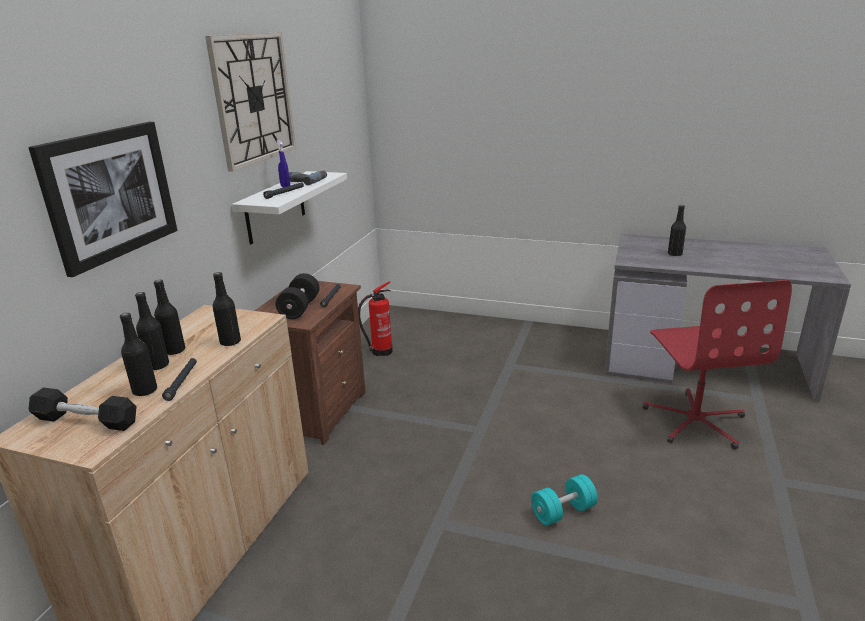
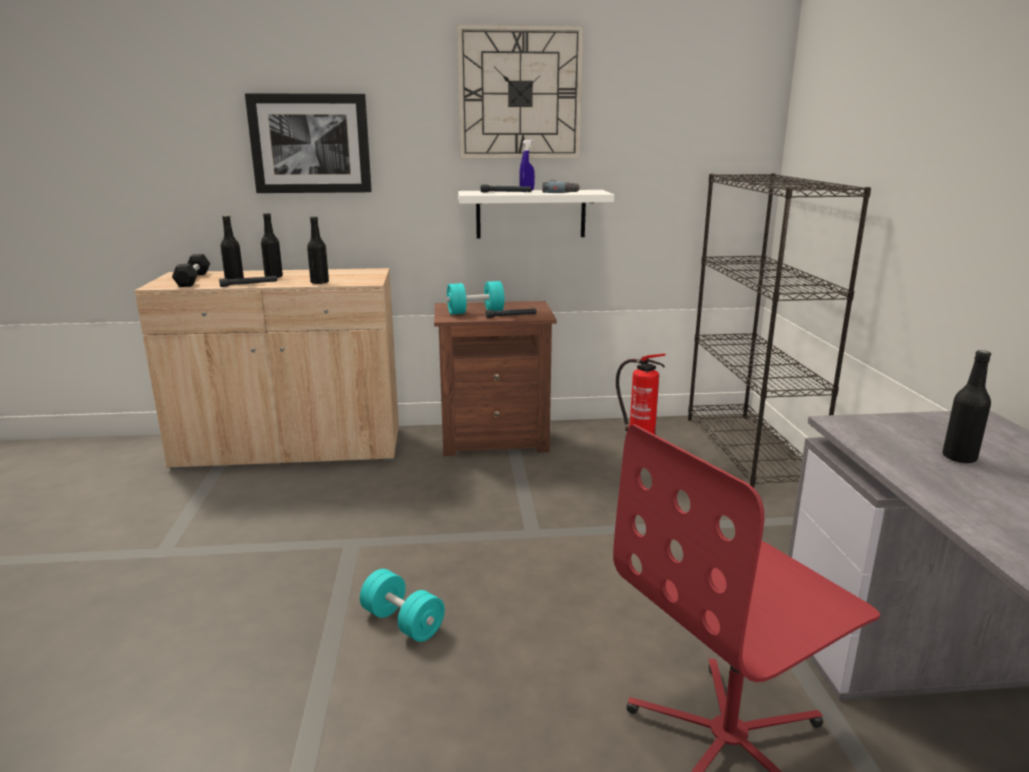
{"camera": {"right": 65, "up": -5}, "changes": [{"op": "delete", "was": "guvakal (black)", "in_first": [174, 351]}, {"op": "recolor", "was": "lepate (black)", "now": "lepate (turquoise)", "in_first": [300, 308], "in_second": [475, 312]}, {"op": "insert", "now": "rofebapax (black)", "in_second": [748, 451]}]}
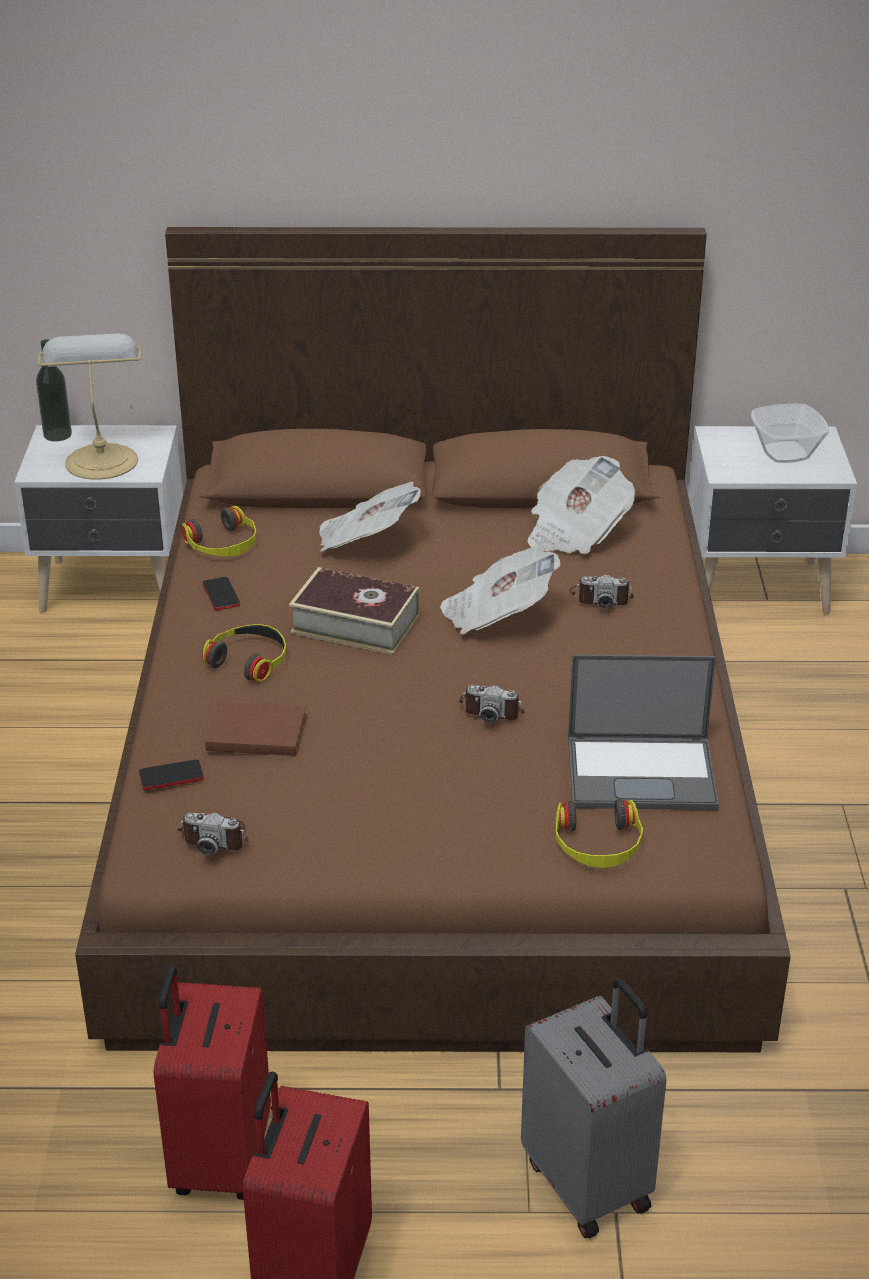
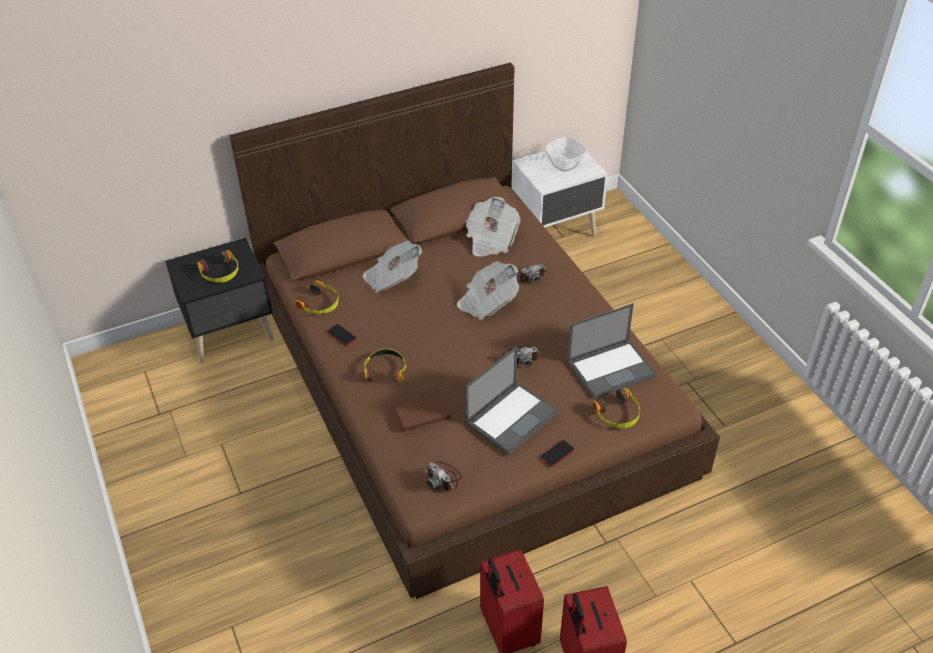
{"camera": {"right": -25, "up": 10}, "changes": [{"op": "recolor", "was": "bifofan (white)", "now": "bifofan (black)", "in_first": [114, 588], "in_second": [232, 335]}, {"op": "delete", "was": "guvakal", "in_first": [57, 435]}, {"op": "replace", "was": "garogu", "now": "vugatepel", "in_first": [101, 459], "in_second": [220, 273]}, {"op": "move", "was": "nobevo", "in_first": [171, 776], "in_second": [557, 454]}, {"op": "rotate", "was": "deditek", "in_first": [215, 836], "in_second": [444, 477], "clockwise": 60}, {"op": "delete", "was": "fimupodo", "in_first": [355, 624]}, {"op": "delete", "was": "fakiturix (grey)", "in_first": [590, 1183]}, {"op": "insert", "now": "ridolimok", "in_second": [512, 417]}]}
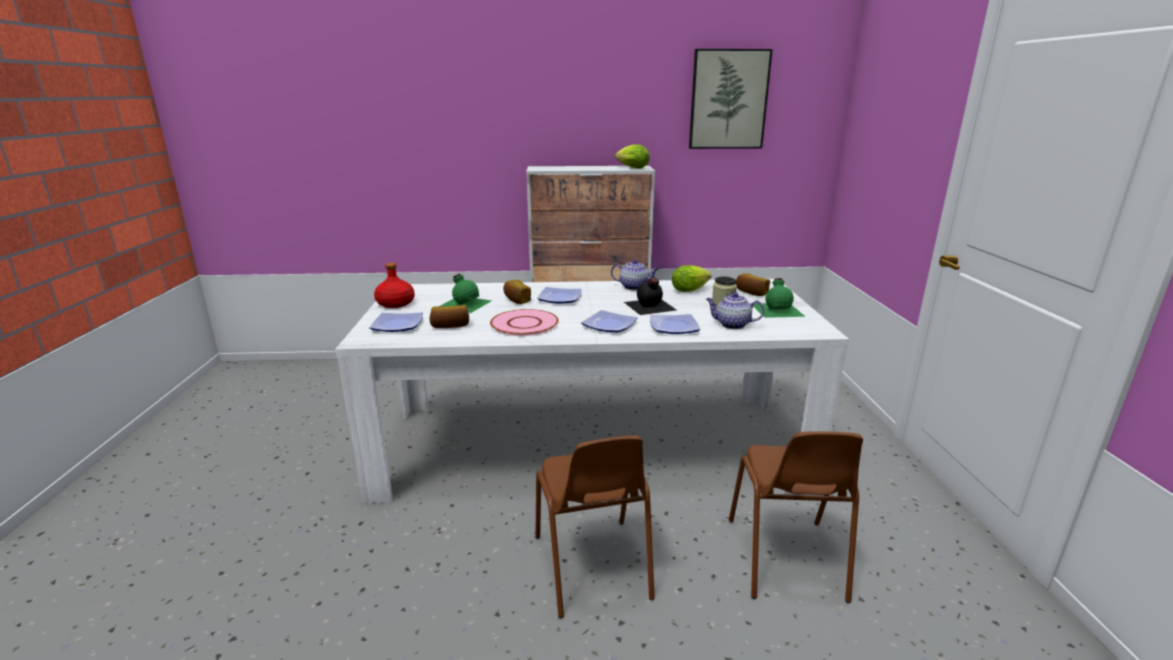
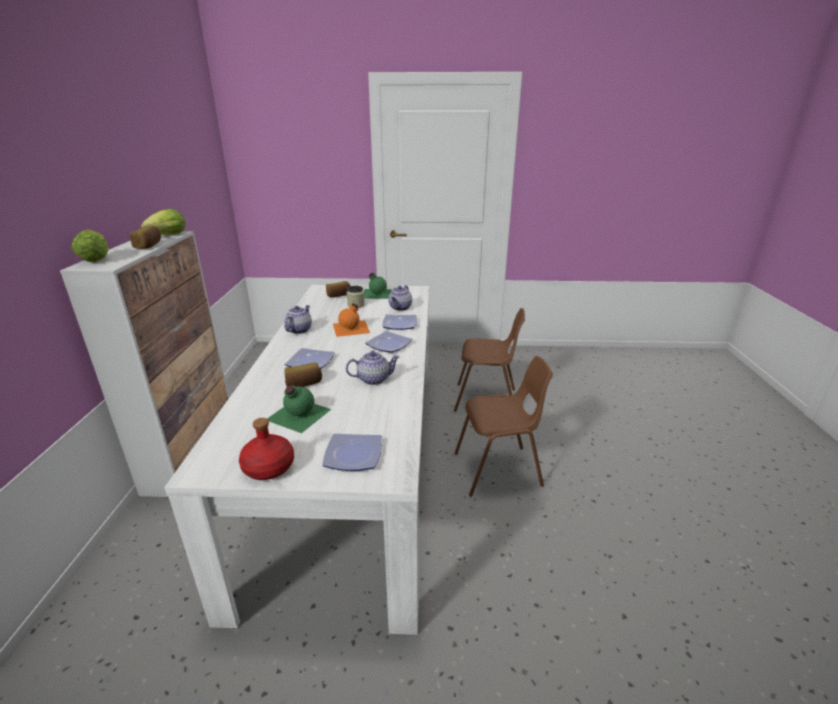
{"camera": {"right": -85, "up": 5}, "changes": [{"op": "move", "was": "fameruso", "in_first": [450, 326], "in_second": [149, 245]}, {"op": "replace", "was": "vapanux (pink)", "now": "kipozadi", "in_first": [524, 323], "in_second": [374, 379]}, {"op": "recolor", "was": "guvakal (black)", "now": "guvakal (orange)", "in_first": [649, 306], "in_second": [351, 328]}, {"op": "move", "was": "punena", "in_first": [691, 290], "in_second": [96, 259]}, {"op": "delete", "was": "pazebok", "in_first": [728, 100]}]}
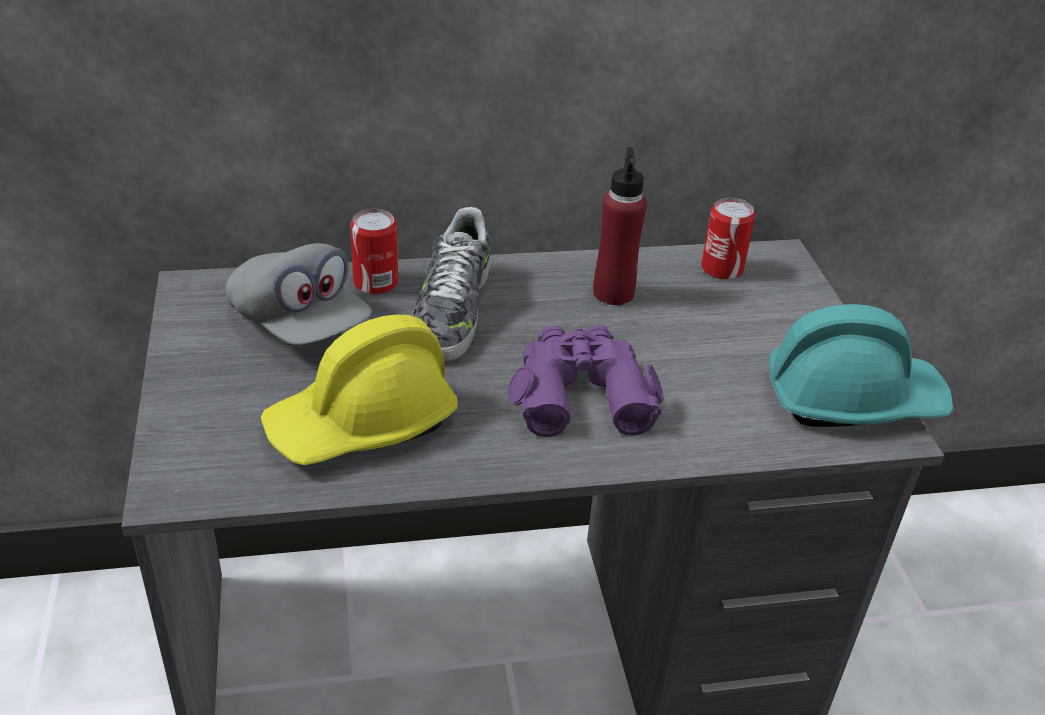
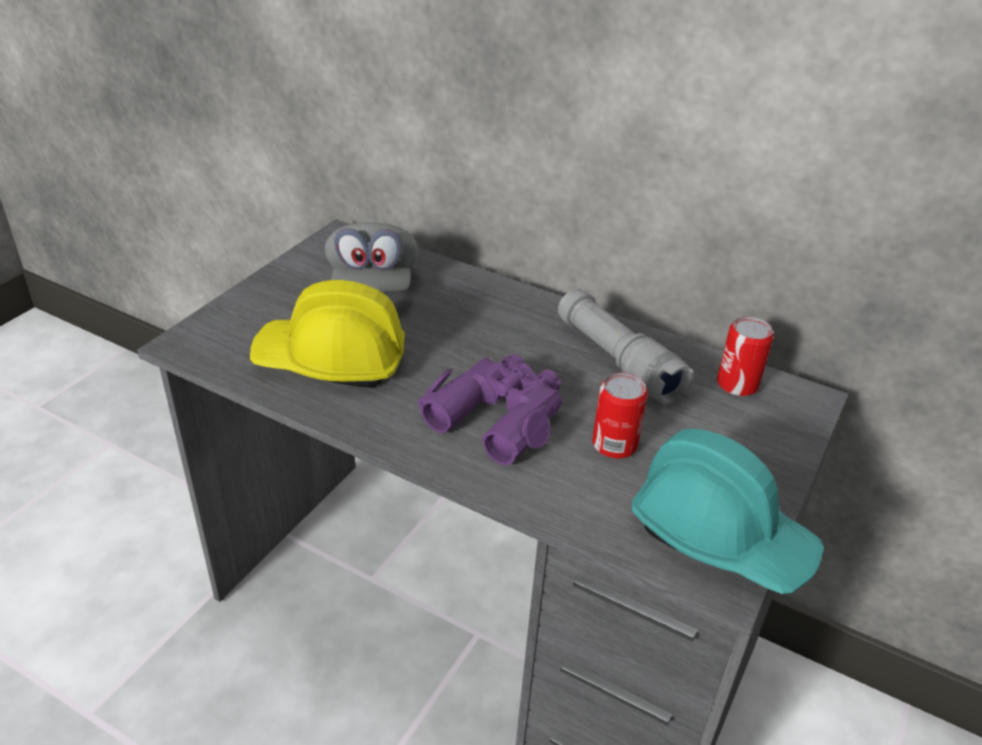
{"camera": {"right": 40, "up": 0}, "changes": [{"op": "move", "was": "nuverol", "in_first": [375, 283], "in_second": [614, 444]}, {"op": "delete", "was": "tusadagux", "in_first": [451, 310]}, {"op": "replace", "was": "guvakal (red)", "now": "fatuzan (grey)", "in_first": [613, 293], "in_second": [617, 361]}]}
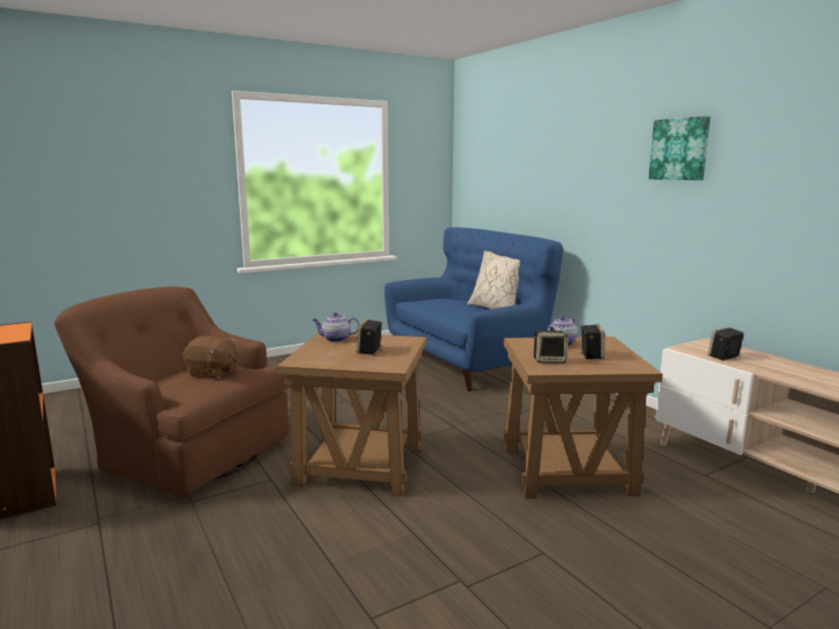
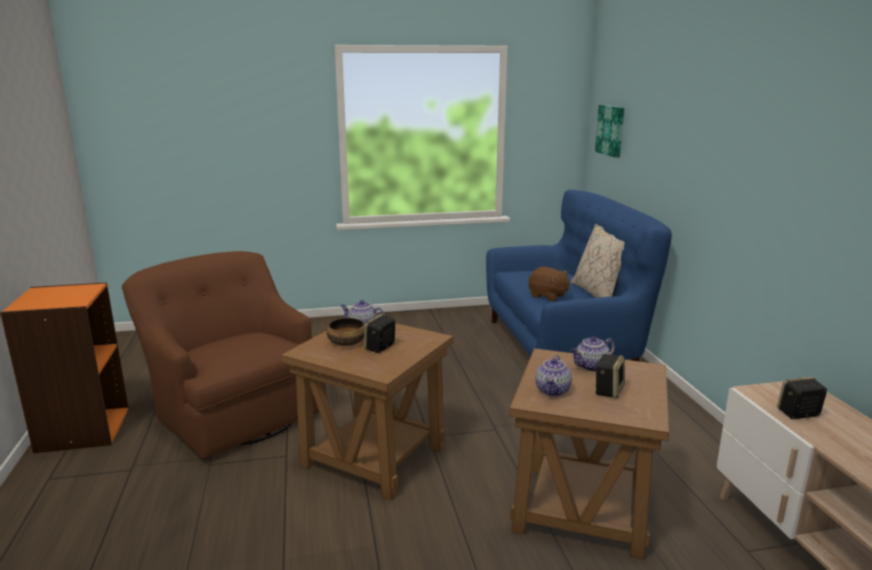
{"camera": {"right": 20, "up": 5}, "changes": [{"op": "move", "was": "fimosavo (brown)", "in_first": [212, 373], "in_second": [548, 296]}, {"op": "replace", "was": "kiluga", "now": "kipozadi", "in_first": [550, 361], "in_second": [553, 391]}, {"op": "move", "was": "pazebok", "in_first": [680, 149], "in_second": [611, 130]}, {"op": "insert", "now": "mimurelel", "in_second": [346, 342]}]}
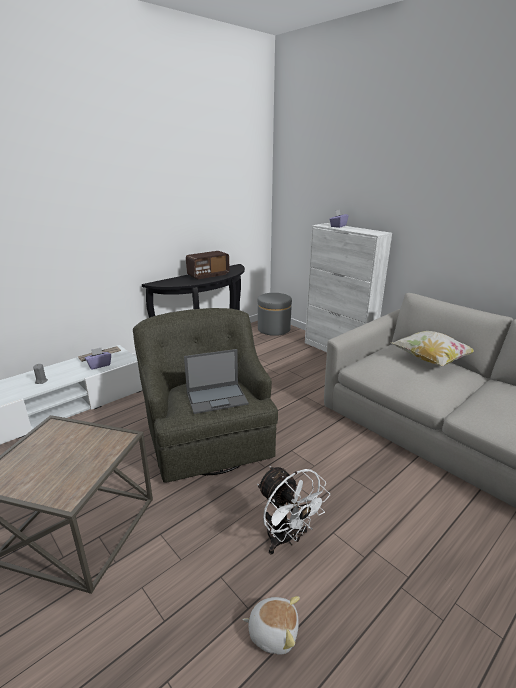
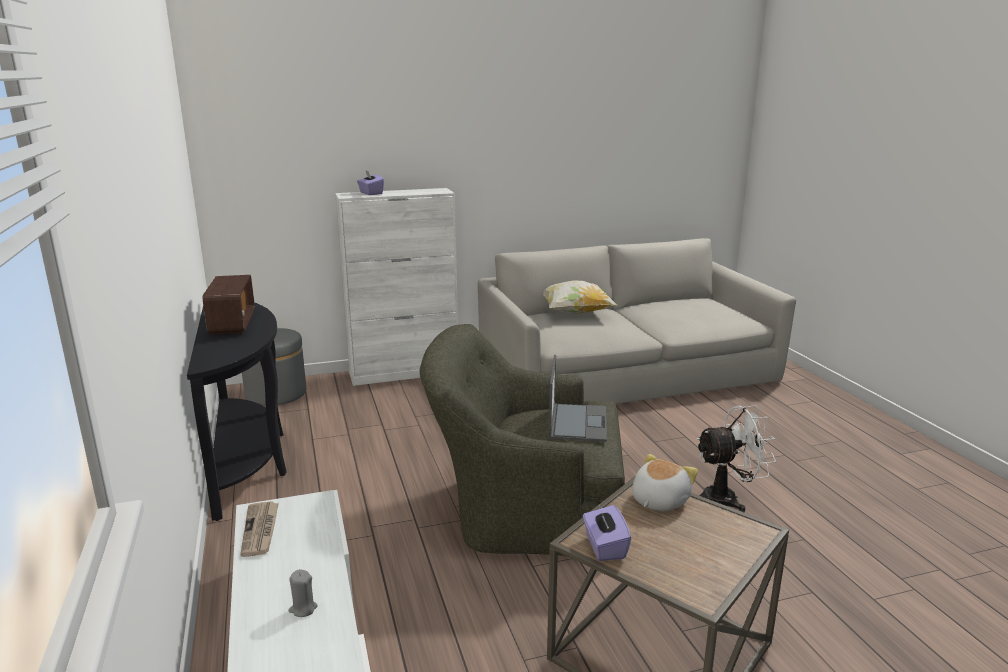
{"camera": {"right": -65, "up": -5}, "changes": [{"op": "move", "was": "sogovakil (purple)", "in_first": [99, 365], "in_second": [604, 547]}, {"op": "move", "was": "fimosavo", "in_first": [273, 631], "in_second": [658, 500]}]}
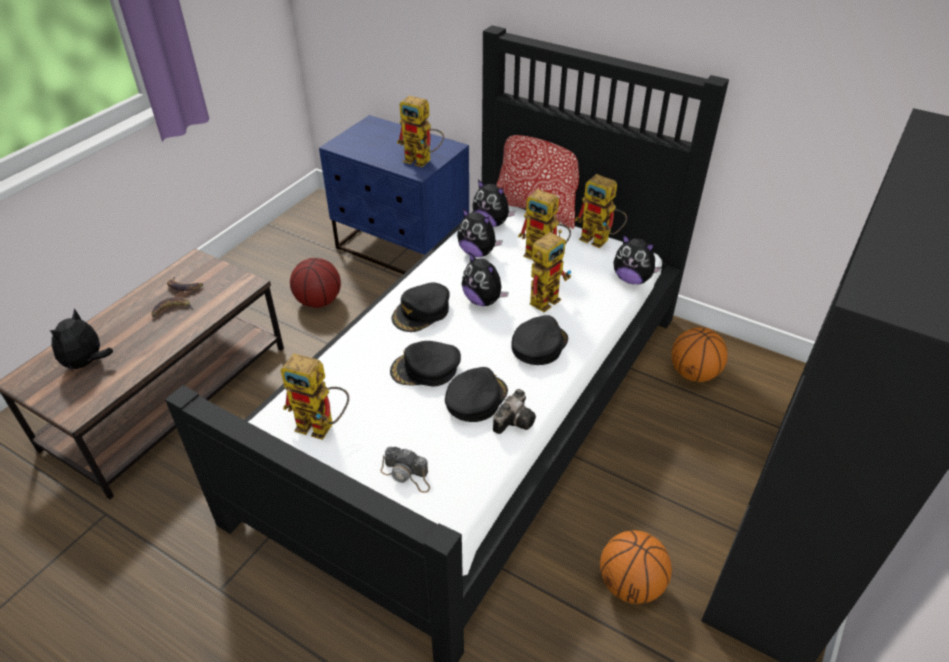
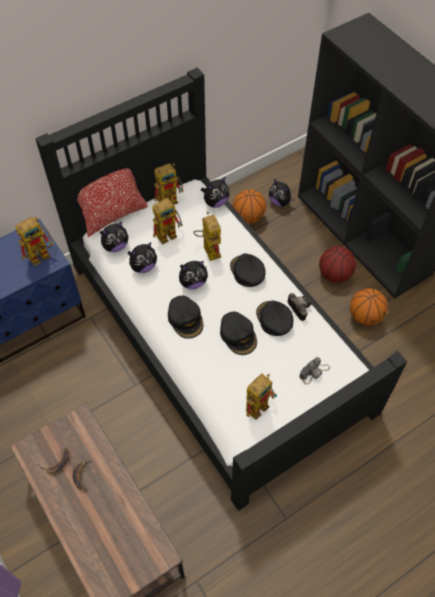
{"camera": {"right": -65, "up": 15}, "changes": [{"op": "move", "was": "fimosavo", "in_first": [87, 363], "in_second": [280, 202]}, {"op": "move", "was": "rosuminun", "in_first": [318, 301], "in_second": [335, 274]}, {"op": "rotate", "was": "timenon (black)", "in_first": [425, 369], "in_second": [238, 335], "clockwise": -45}]}
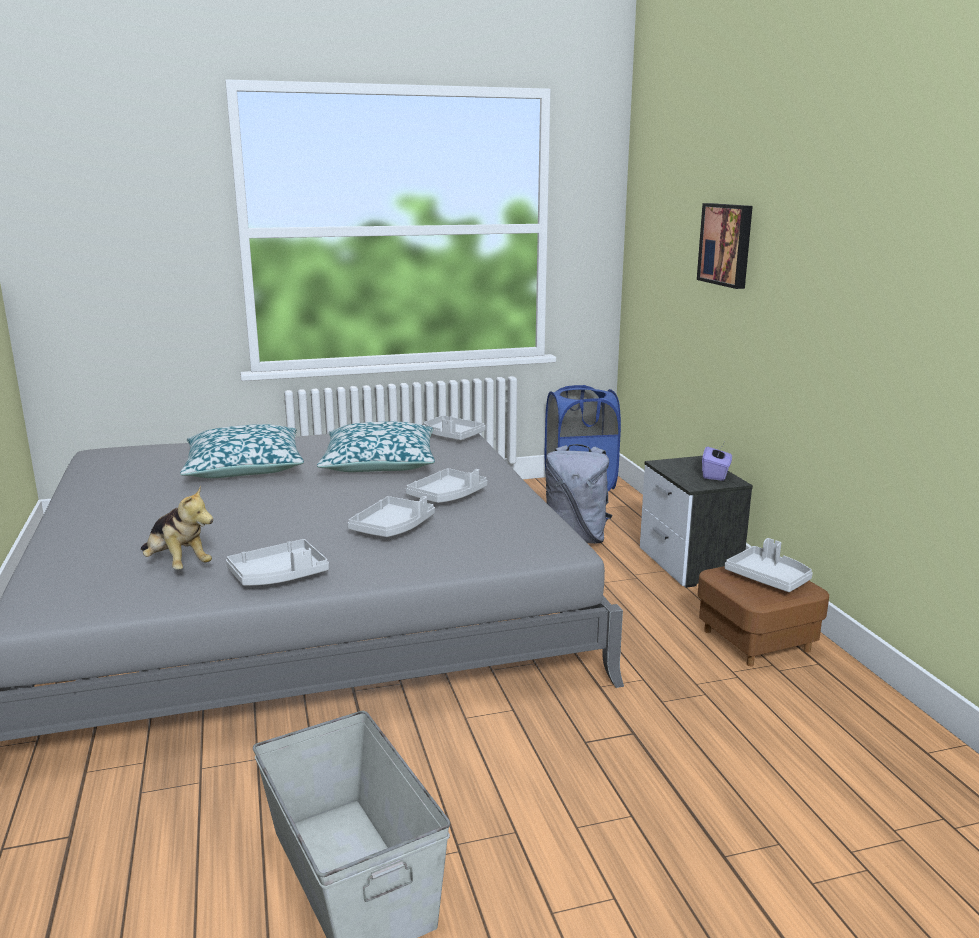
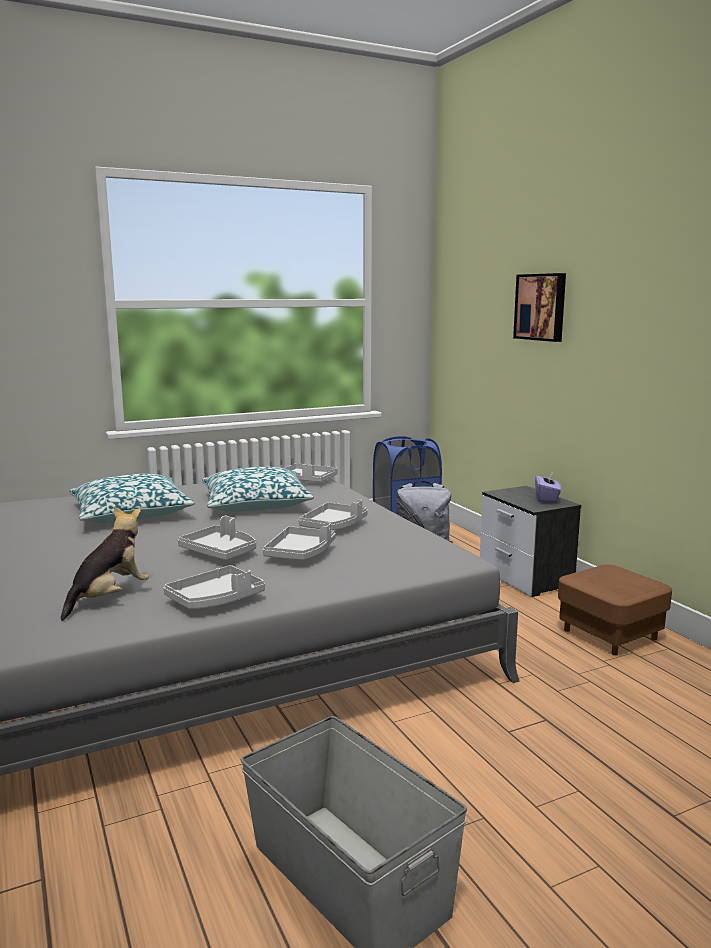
{"camera": {"right": -10, "up": -5}, "changes": [{"op": "rotate", "was": "fimosavo", "in_first": [177, 565], "in_second": [109, 598], "clockwise": -90}, {"op": "move", "was": "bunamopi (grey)", "in_first": [768, 578], "in_second": [220, 552]}]}
